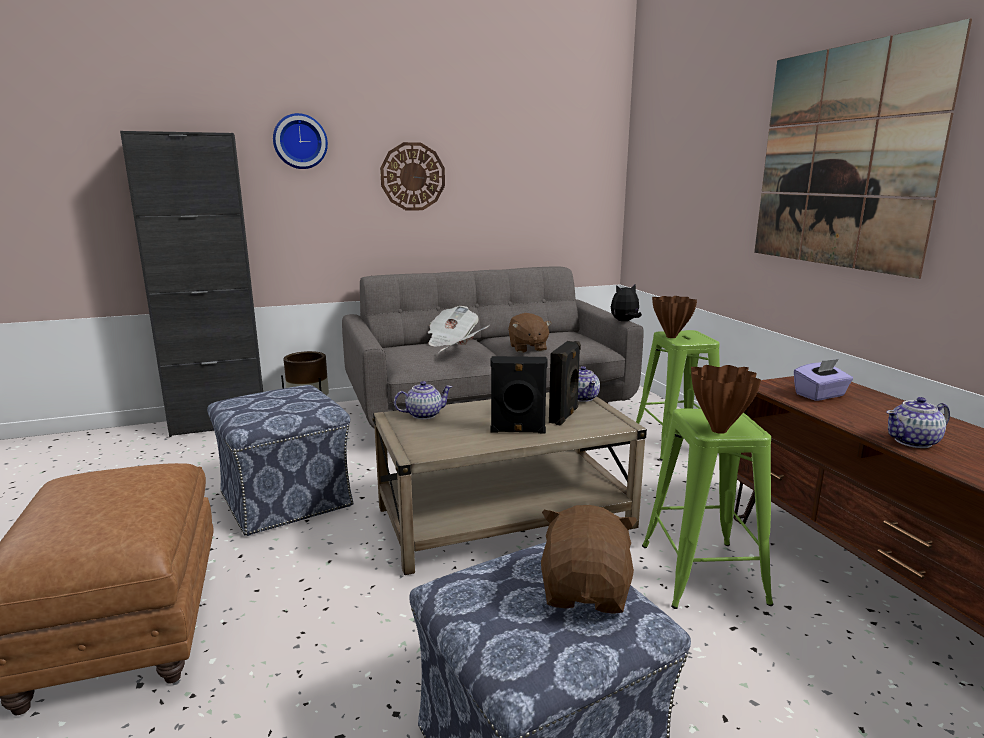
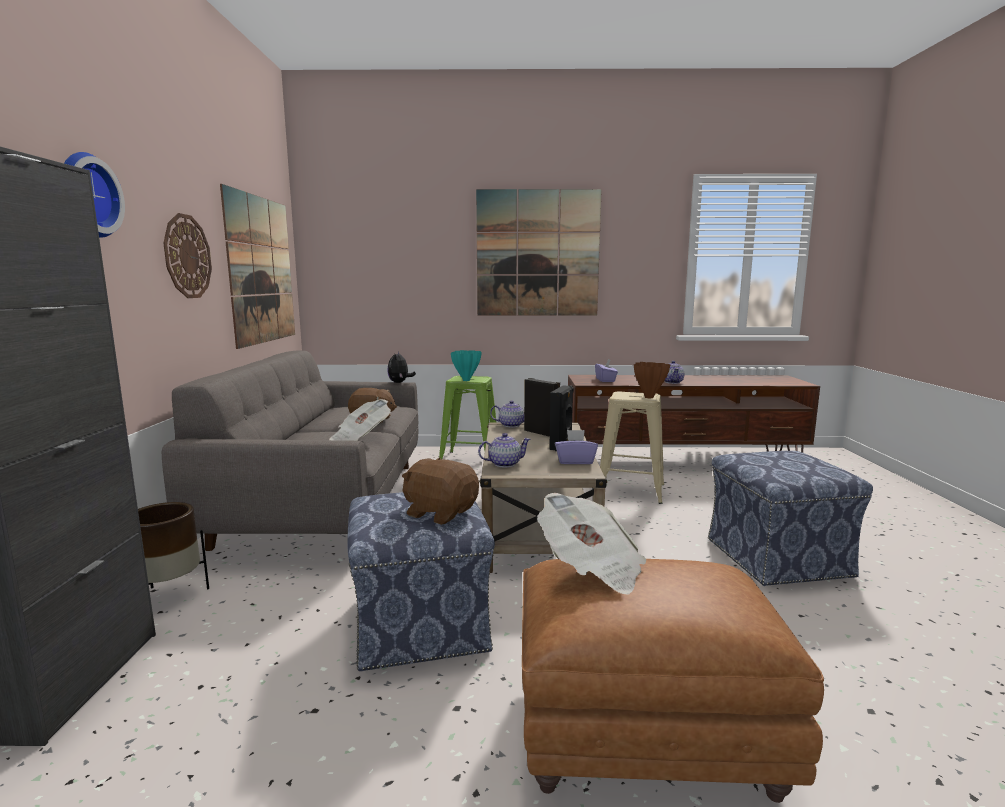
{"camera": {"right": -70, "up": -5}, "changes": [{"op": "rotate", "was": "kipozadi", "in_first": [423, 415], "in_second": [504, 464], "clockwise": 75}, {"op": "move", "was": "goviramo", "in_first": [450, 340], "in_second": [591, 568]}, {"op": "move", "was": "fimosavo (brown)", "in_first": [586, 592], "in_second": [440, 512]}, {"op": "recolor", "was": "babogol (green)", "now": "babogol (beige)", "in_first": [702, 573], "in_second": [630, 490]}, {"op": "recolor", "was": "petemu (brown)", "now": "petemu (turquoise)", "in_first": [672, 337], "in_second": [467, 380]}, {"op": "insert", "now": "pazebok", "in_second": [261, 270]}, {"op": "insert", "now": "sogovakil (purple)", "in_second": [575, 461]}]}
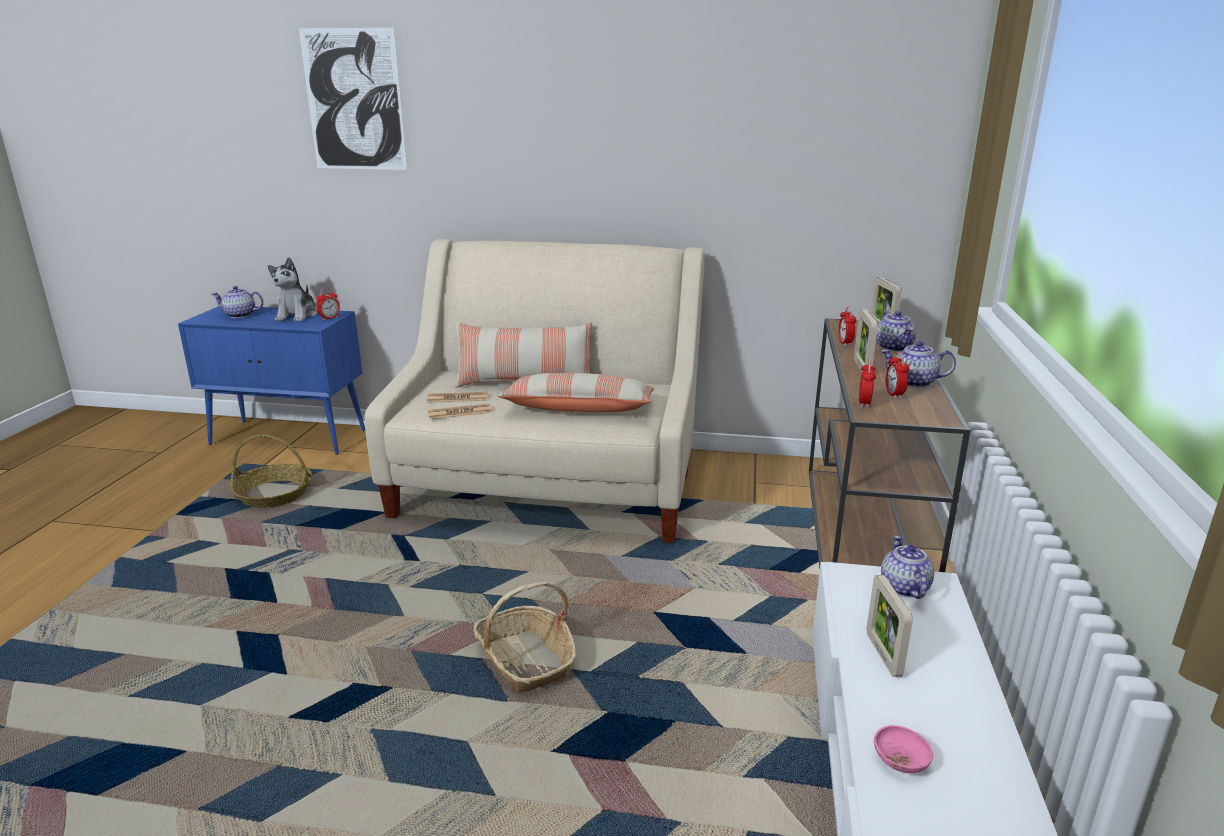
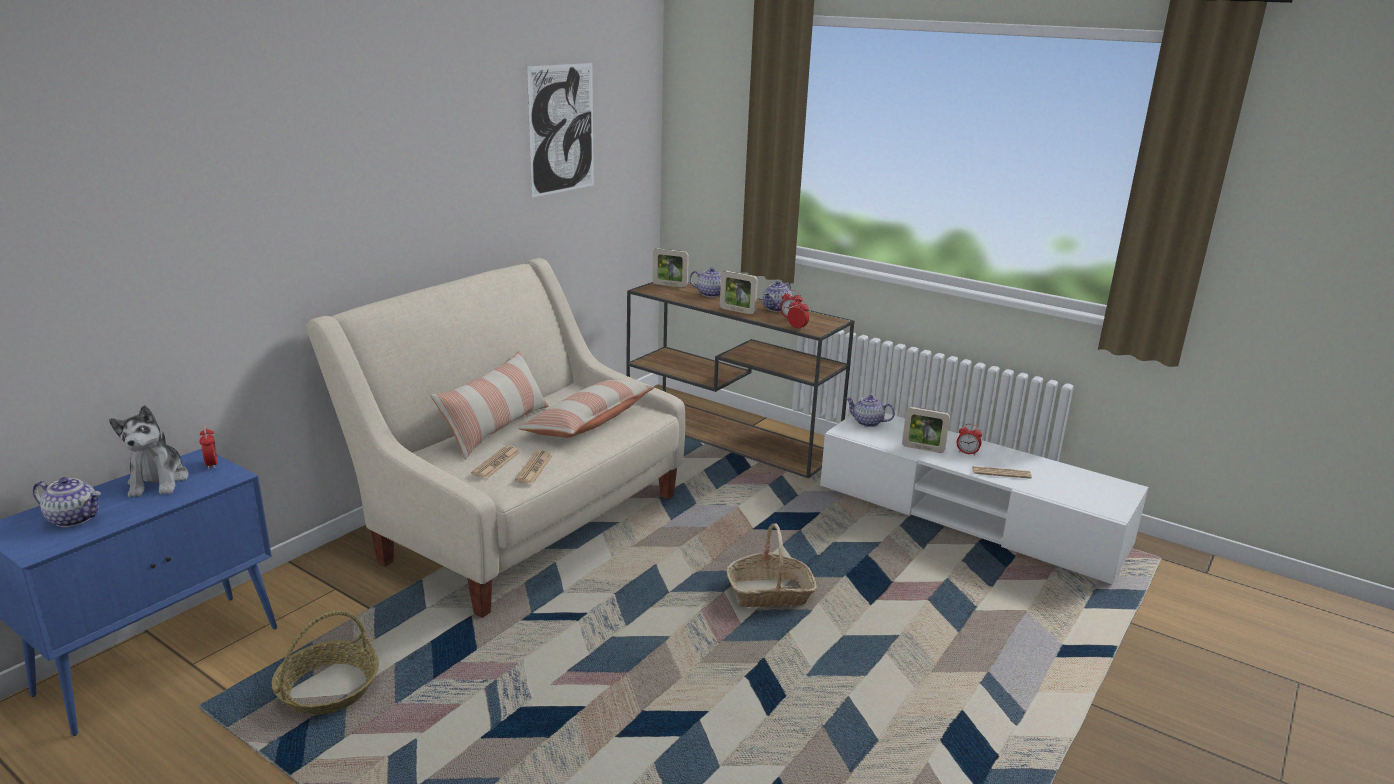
{"camera": {"right": -65, "up": 0}, "changes": [{"op": "rotate", "was": "kipozadi", "in_first": [239, 315], "in_second": [74, 518], "clockwise": -105}, {"op": "rotate", "was": "fimosavo", "in_first": [297, 316], "in_second": [158, 481], "clockwise": 45}, {"op": "move", "was": "pazebok", "in_first": [354, 100], "in_second": [562, 129]}, {"op": "move", "was": "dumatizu", "in_first": [845, 343], "in_second": [967, 453]}, {"op": "replace", "was": "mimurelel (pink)", "now": "goviramo", "in_first": [900, 761], "in_second": [1001, 473]}]}
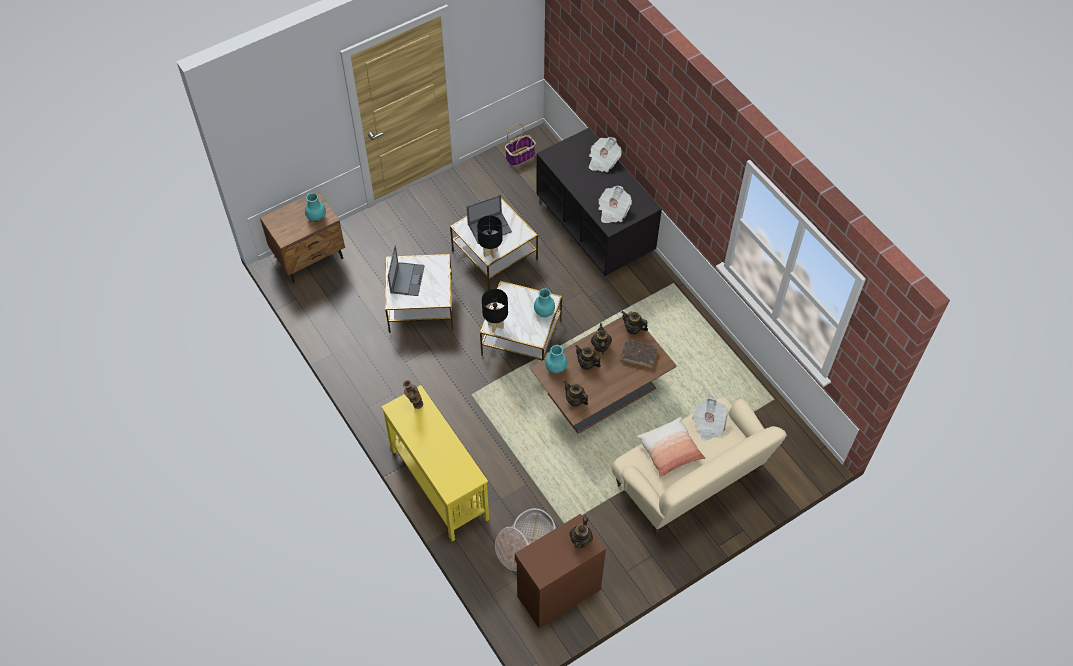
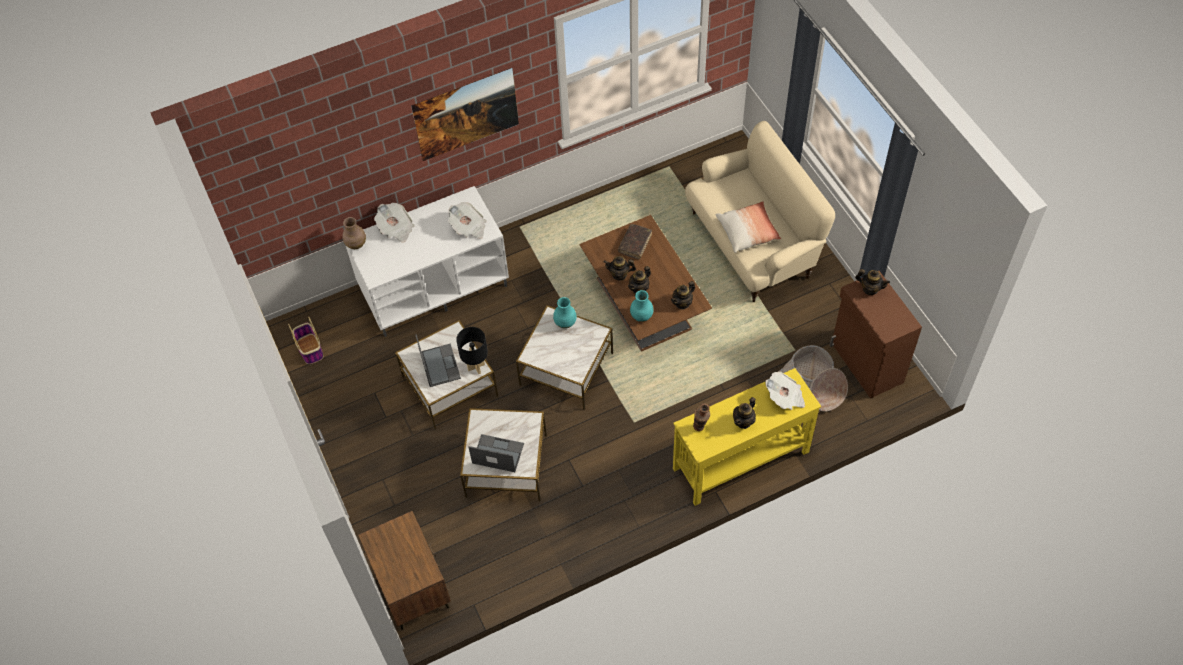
{"camera": {"right": -80, "up": 0}, "changes": [{"op": "delete", "was": "petemu (turquoise)", "in_first": [316, 217]}, {"op": "delete", "was": "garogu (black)", "in_first": [495, 325]}, {"op": "recolor", "was": "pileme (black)", "now": "pileme (white)", "in_first": [596, 229], "in_second": [435, 286]}, {"op": "move", "was": "kipozadi", "in_first": [633, 329], "in_second": [744, 421]}, {"op": "move", "was": "goviramo", "in_first": [708, 424], "in_second": [785, 397]}, {"op": "insert", "now": "petemu (brown)", "in_second": [356, 244]}, {"op": "insert", "now": "pazebok", "in_second": [469, 129]}]}
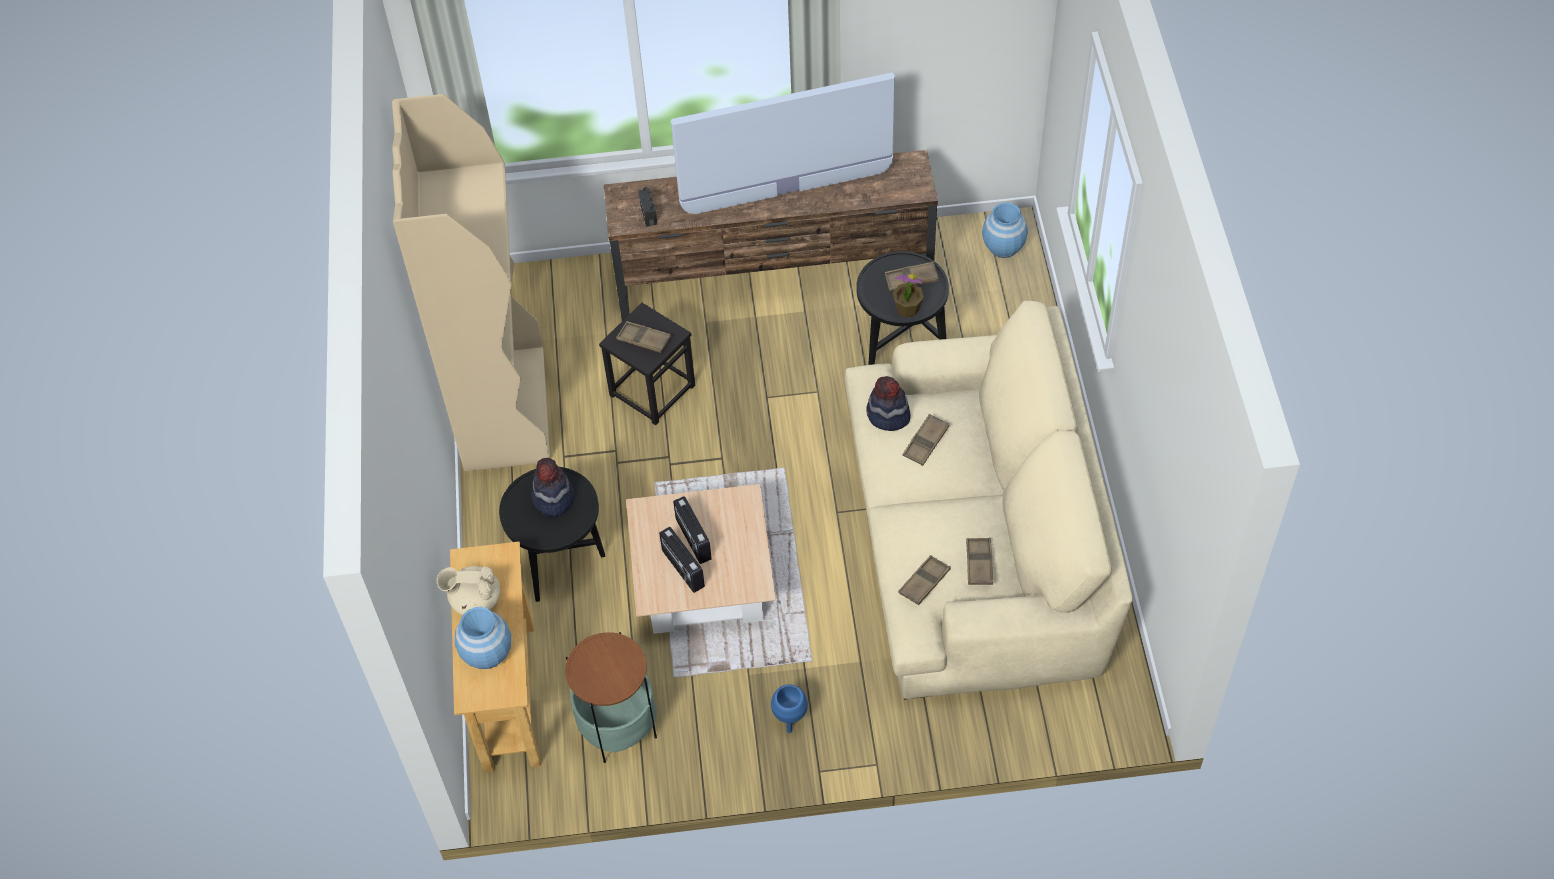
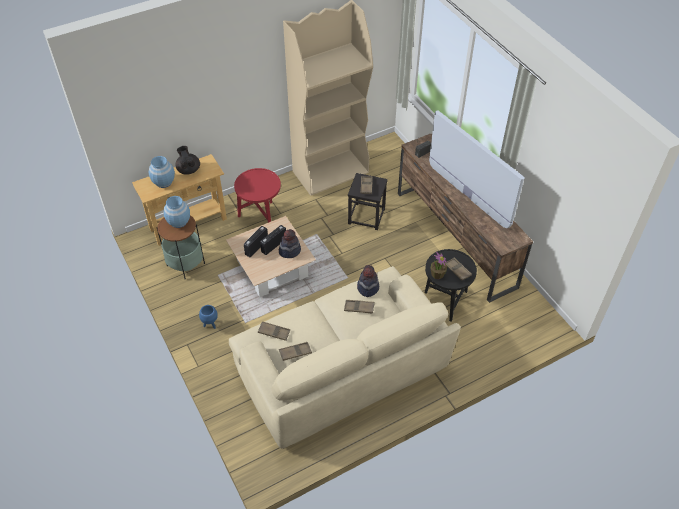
{"camera": {"right": 65, "up": -5}, "changes": [{"op": "recolor", "was": "kipozadi (beige)", "now": "kipozadi (black)", "in_first": [475, 600], "in_second": [188, 169]}, {"op": "recolor", "was": "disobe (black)", "now": "disobe (red)", "in_first": [561, 562], "in_second": [261, 217]}, {"op": "move", "was": "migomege", "in_first": [553, 498], "in_second": [289, 250]}, {"op": "move", "was": "petemu (blue)", "in_first": [1003, 247], "in_second": [178, 222]}]}
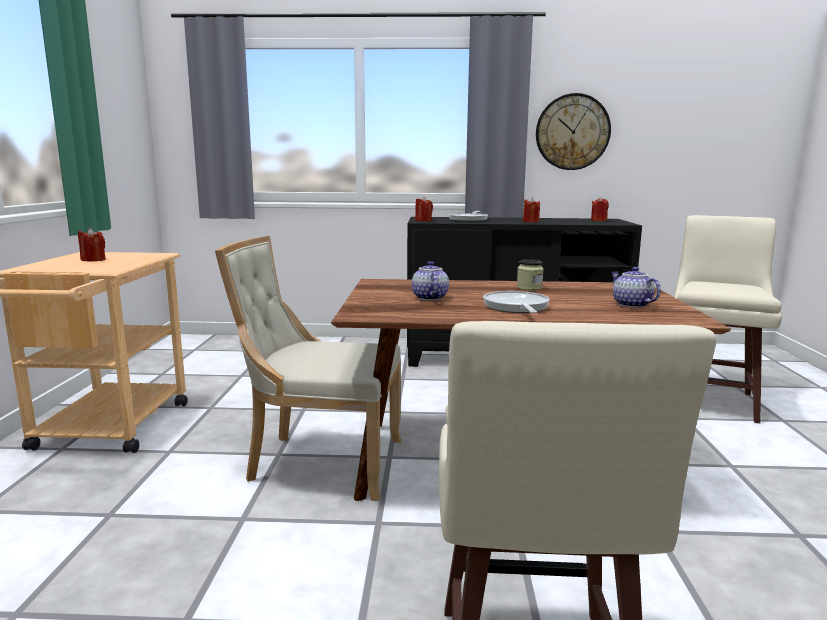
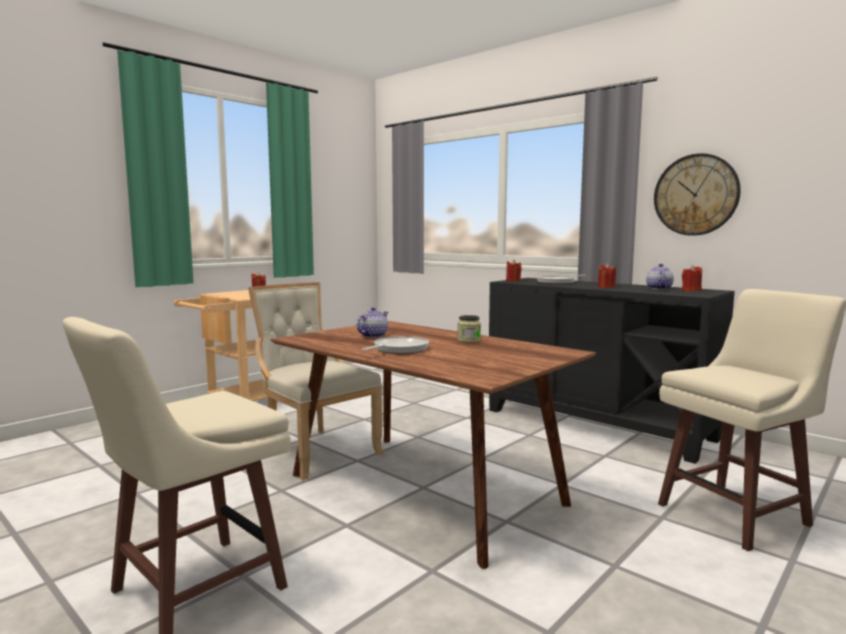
{"camera": {"right": 40, "up": -5}, "changes": [{"op": "move", "was": "kipozadi", "in_first": [631, 305], "in_second": [658, 288]}]}
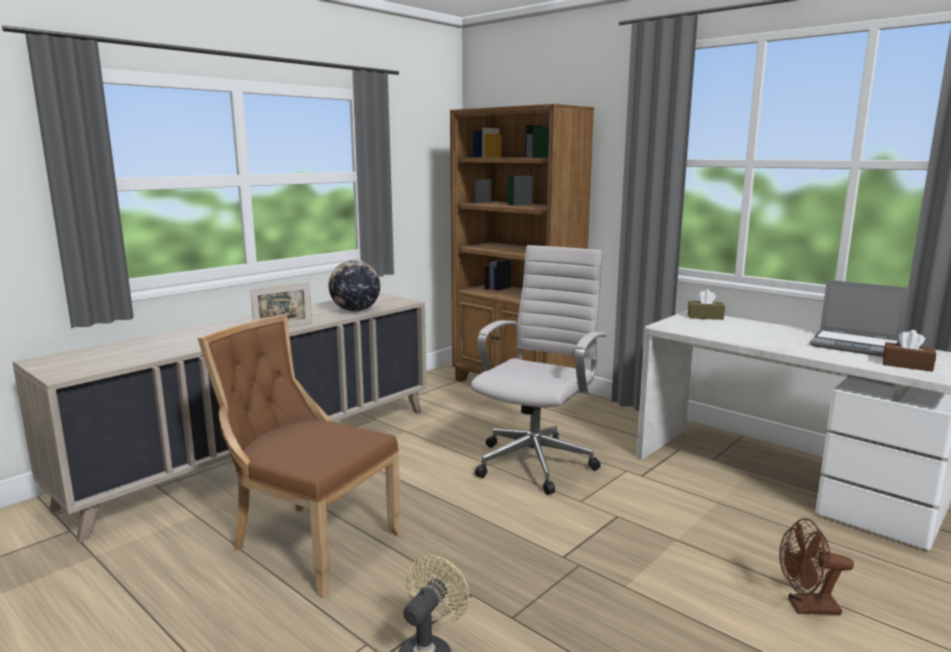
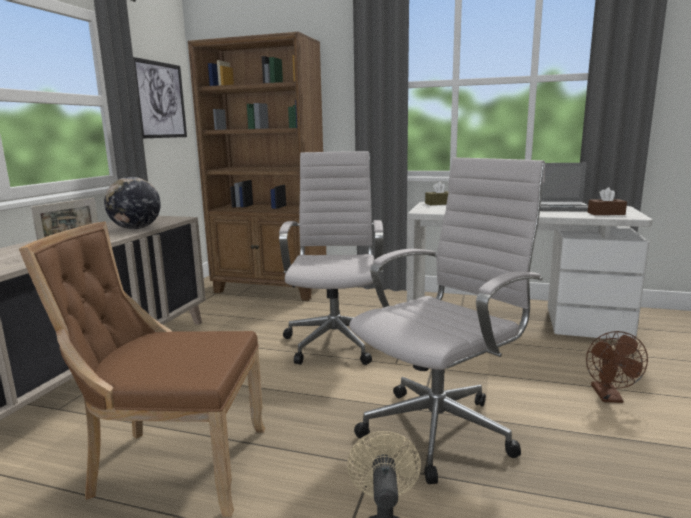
{"camera": {"right": -25, "up": 0}, "changes": [{"op": "rotate", "was": "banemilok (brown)", "in_first": [806, 607], "in_second": [609, 397], "clockwise": -60}, {"op": "insert", "now": "pazebok", "in_second": [160, 100]}, {"op": "insert", "now": "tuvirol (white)", "in_second": [442, 428]}]}
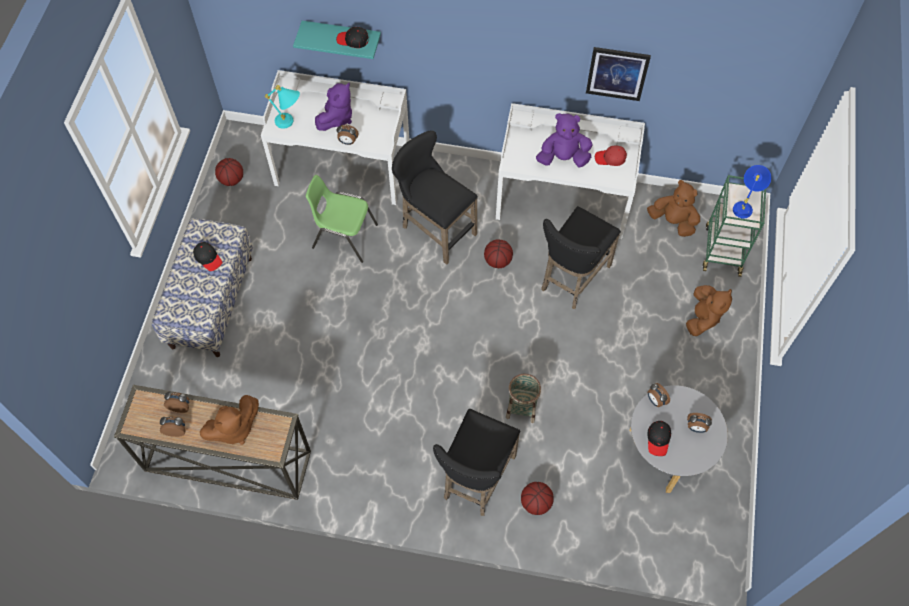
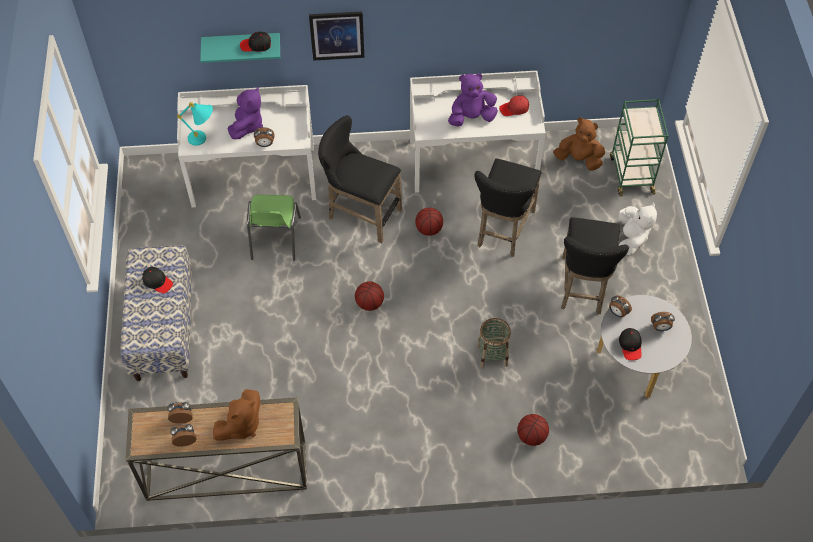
{"camera": {"right": -15, "up": -5}, "changes": [{"op": "move", "was": "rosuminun", "in_first": [231, 180], "in_second": [369, 303]}, {"op": "rotate", "was": "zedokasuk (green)", "in_first": [344, 236], "in_second": [274, 239], "clockwise": -90}, {"op": "move", "was": "babogol (black)", "in_first": [476, 480], "in_second": [582, 288]}, {"op": "move", "was": "pazebok", "in_first": [617, 73], "in_second": [337, 35]}, {"op": "recolor", "was": "fimosavo (brown)", "now": "fimosavo (white)", "in_first": [702, 318], "in_second": [631, 238]}, {"op": "delete", "was": "garogu (blue)", "in_first": [745, 205]}]}
